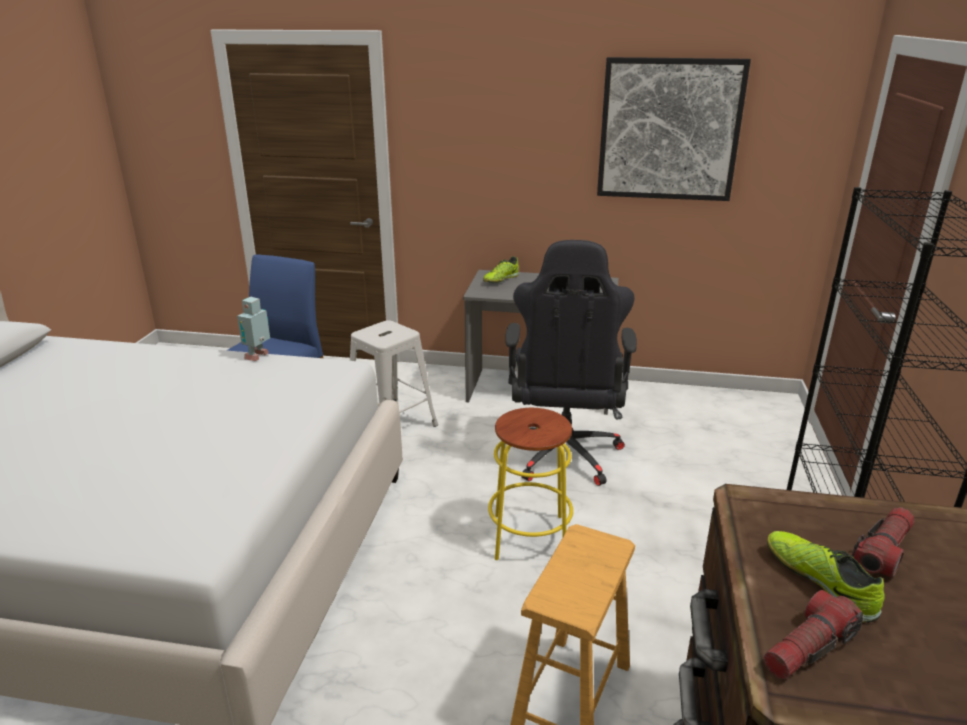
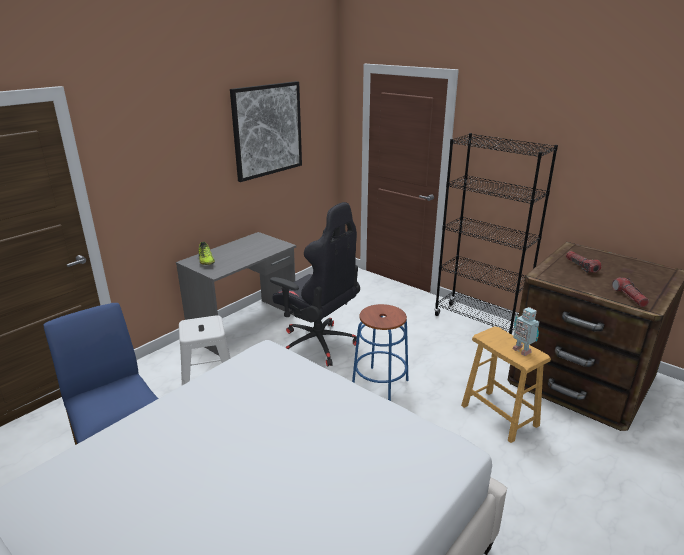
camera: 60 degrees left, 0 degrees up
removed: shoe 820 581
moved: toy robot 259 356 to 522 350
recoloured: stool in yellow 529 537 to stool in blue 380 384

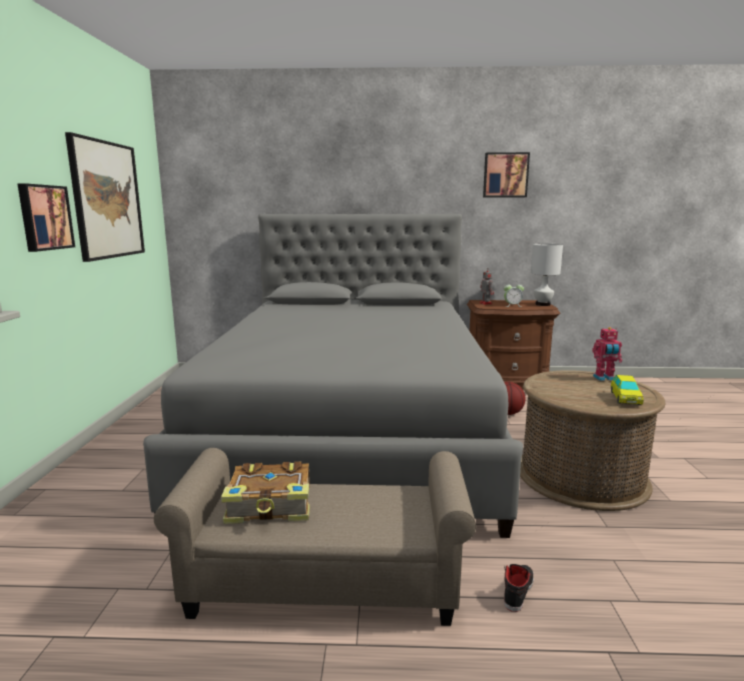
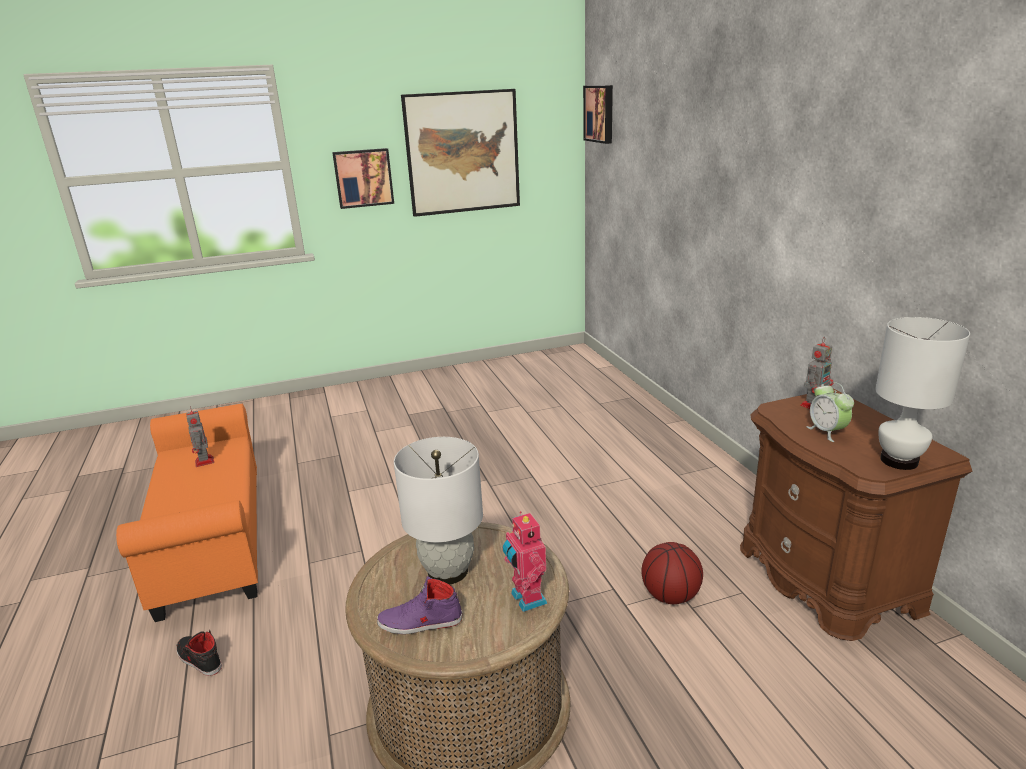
camera: 70 degrees right, 10 degrees up
removed: bed in grey 351 429
added: table lamp in white 447 571
moved: picture 505 175 to 600 113
replaced: book 271 505 to toy robot 204 462; toy car 625 398 to shoe in purple 420 622
recoloured: ottoman in beige 324 583 to ottoman in orange 213 543
turned: shoe in black 517 590 = 198 659 150 degrees counterclockwise

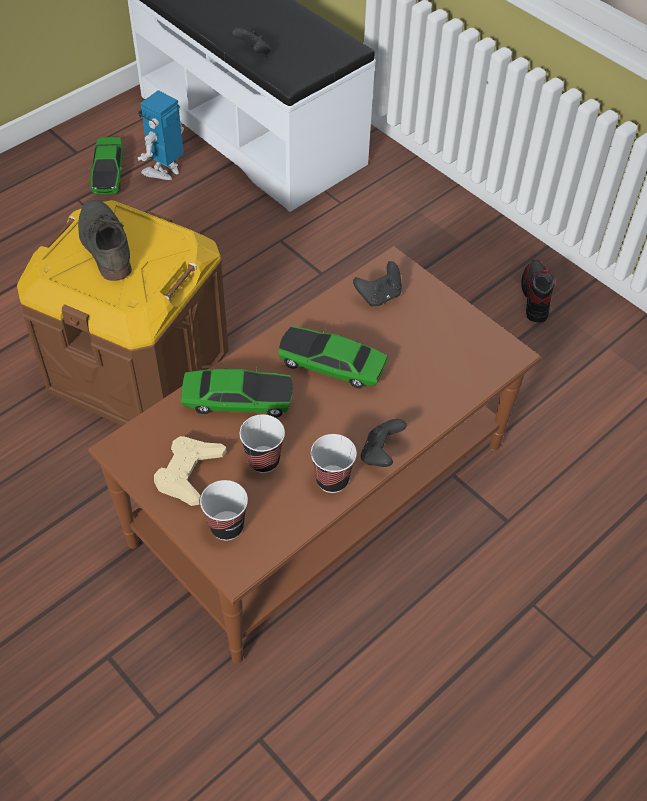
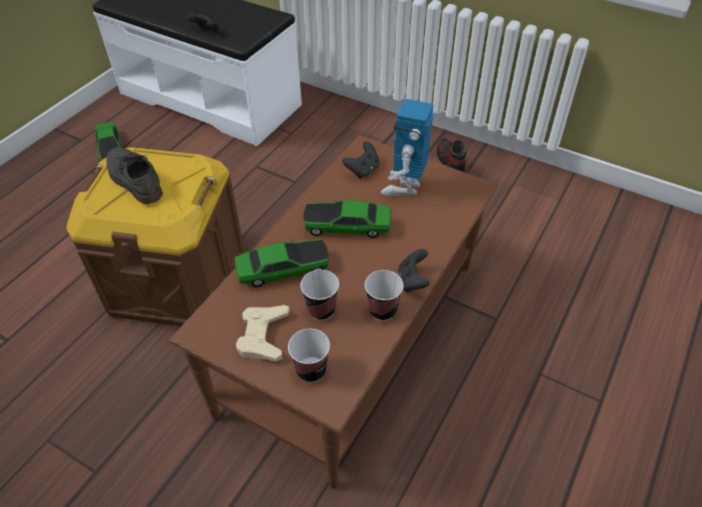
camera: 15 degrees left, 5 degrees down
moved: toy robot 165 171 to 404 186

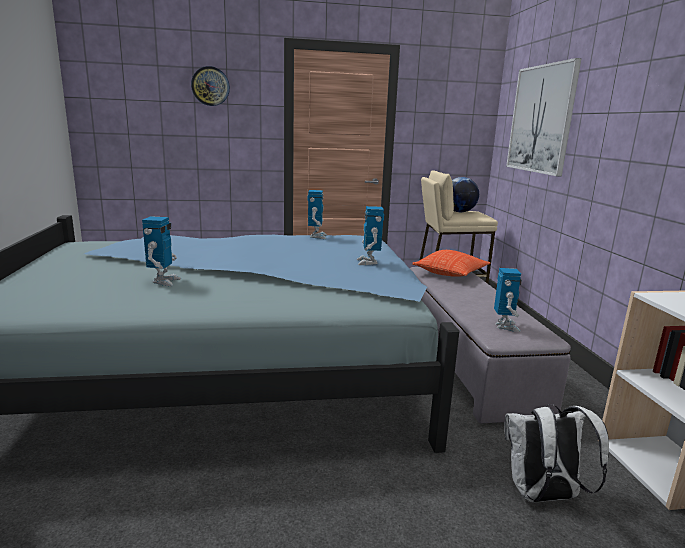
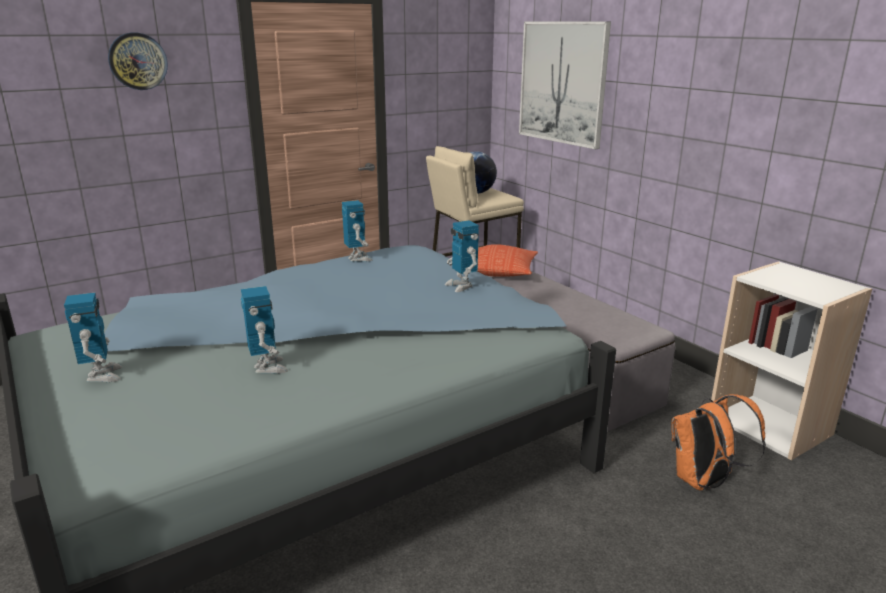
camera: 25 degrees left, 5 degrees up
moved: toy robot 505 326 to 102 376
recoloured: backpack in white 542 496 to backpack in orange 703 482

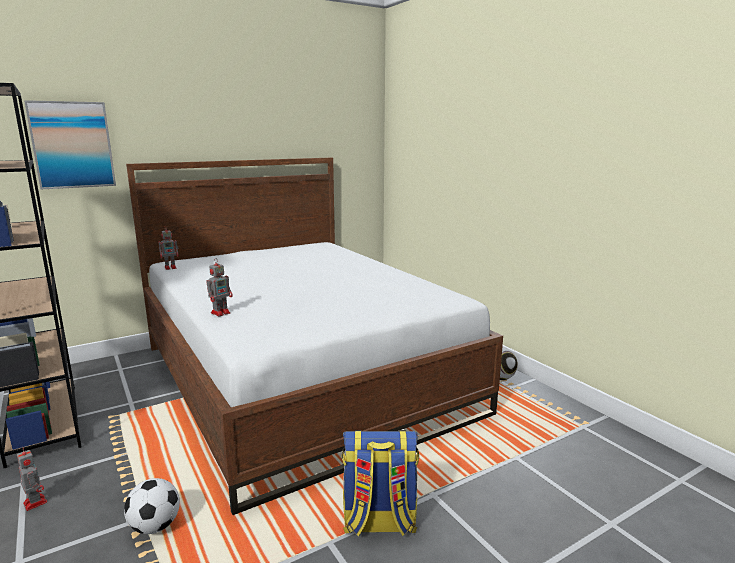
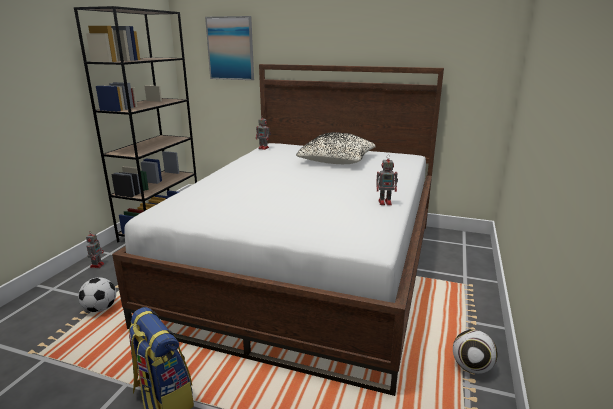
camera: 50 degrees right, 5 degrees up
added: pillow in beige 336 159
moved: toy robot 221 312 to 385 202

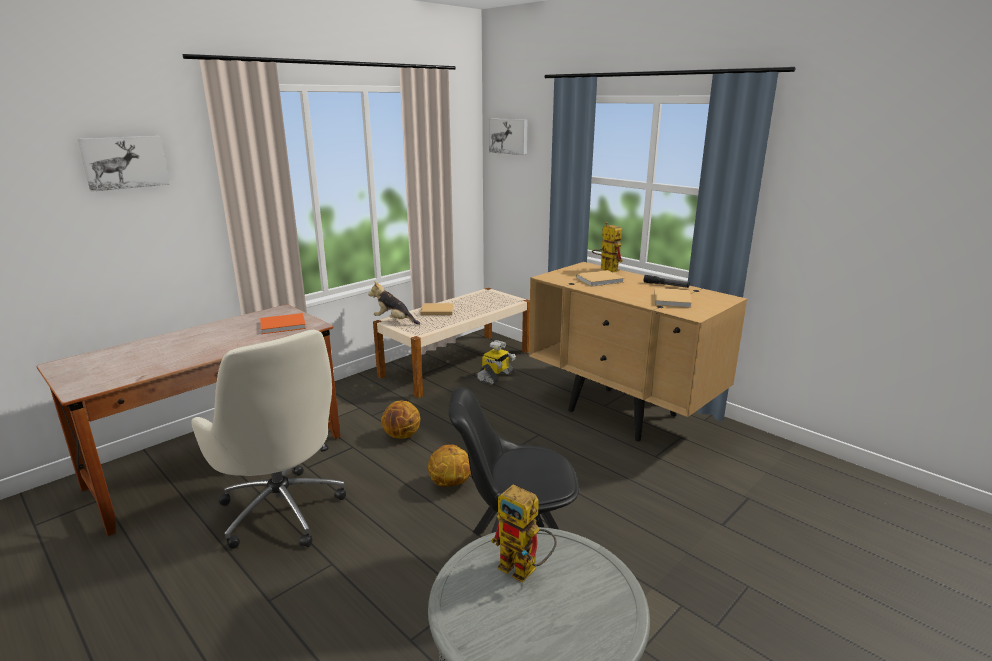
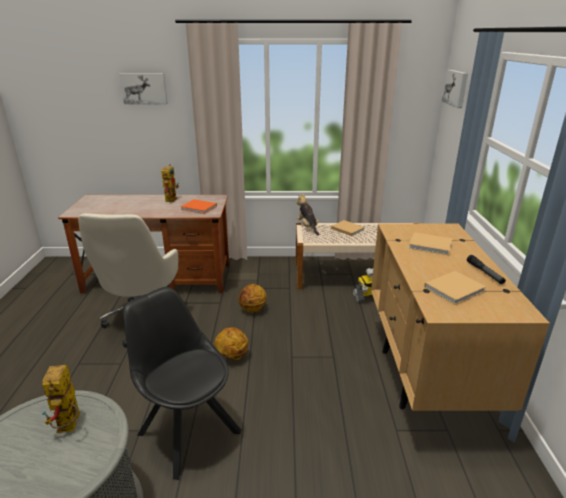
camera: 45 degrees right, 5 degrees up
moved: toy robot 605 269 to 171 199

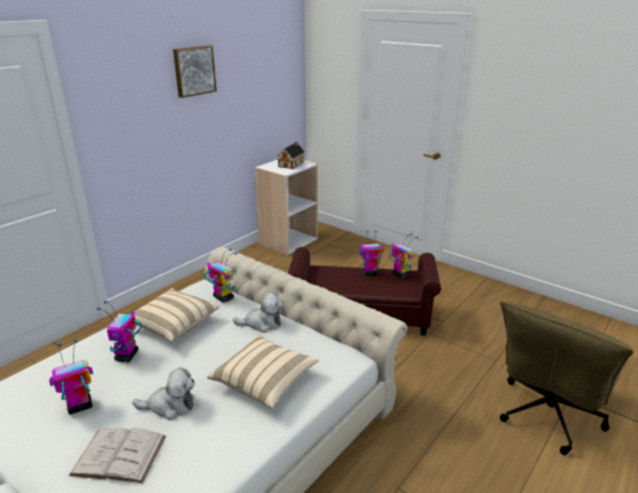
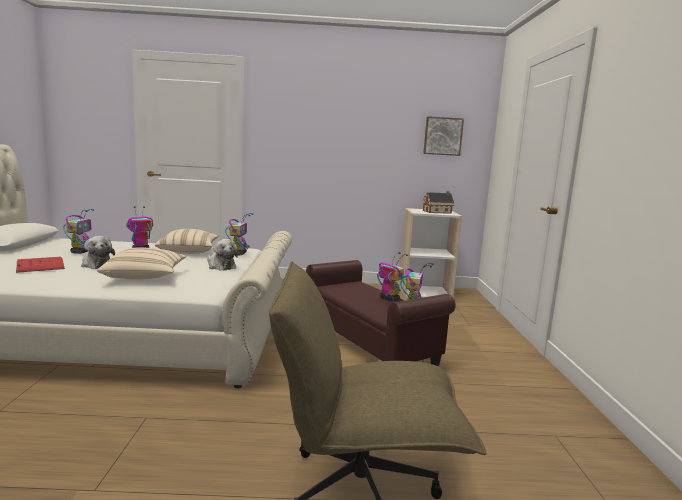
camera: 50 degrees right, 15 degrees down
moved: picture 194 71 to 442 136
recoloured: book in white 119 455 to book in red 40 265
turned: toy robot 79 406 = 81 252 75 degrees clockwise

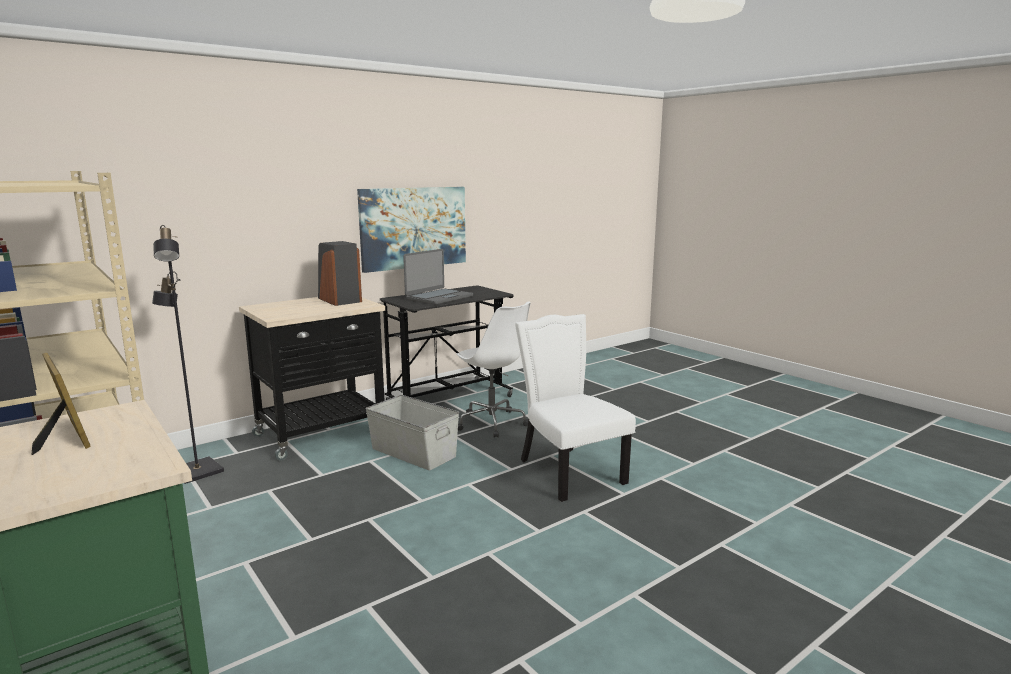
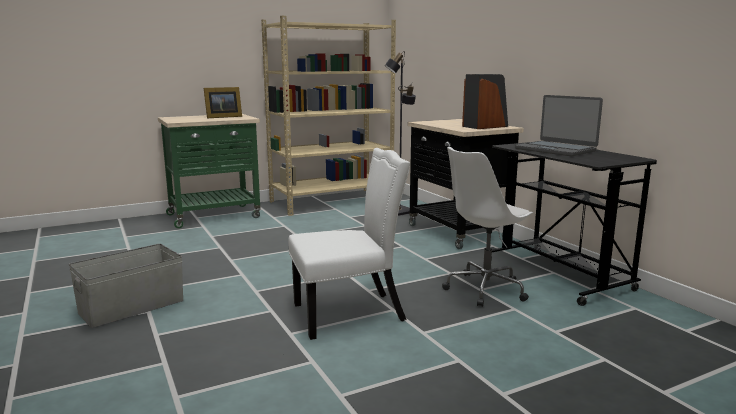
camera: 100 degrees right, 0 degrees up
removed: picture 413 227
moved: storage box in grey 413 452 to 132 307

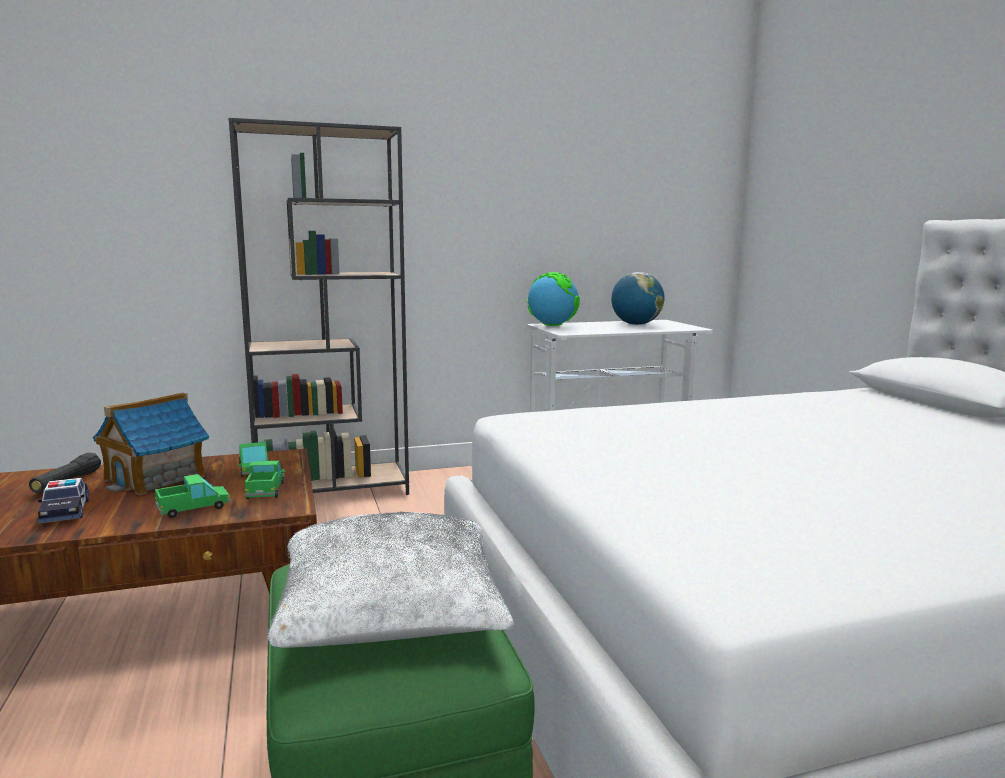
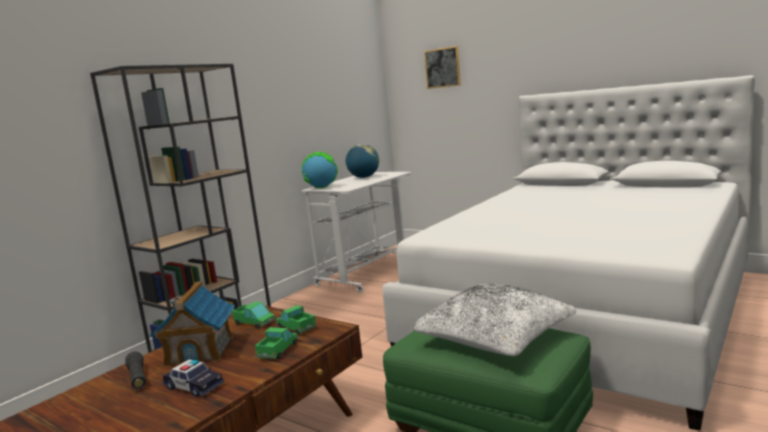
camera: 35 degrees left, 0 degrees up
added: picture 442 67

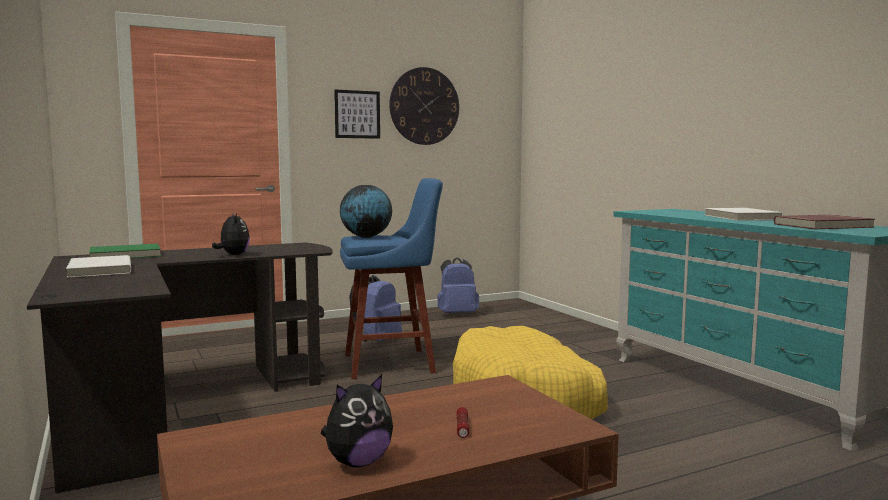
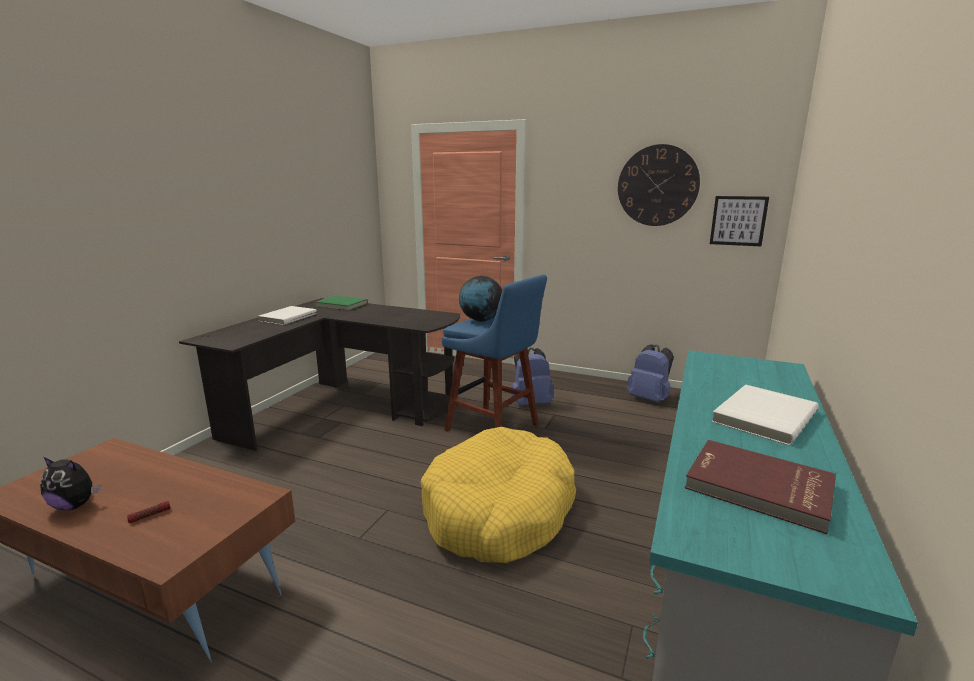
camera: 50 degrees right, 10 degrees up
removed: plush toy 233 255
moved: picture 357 114 to 738 221

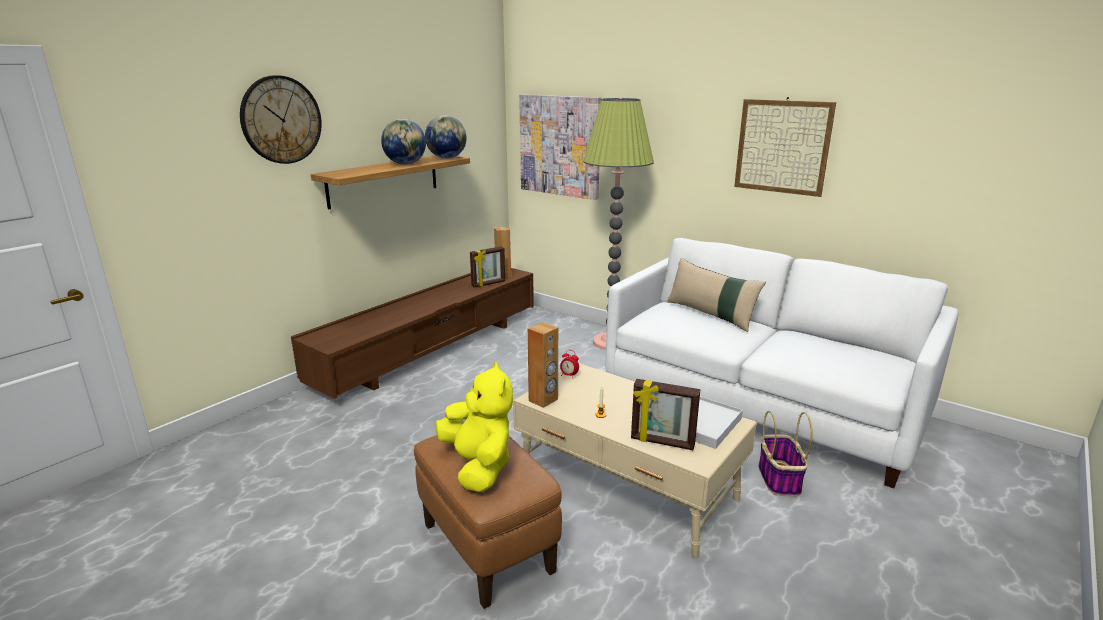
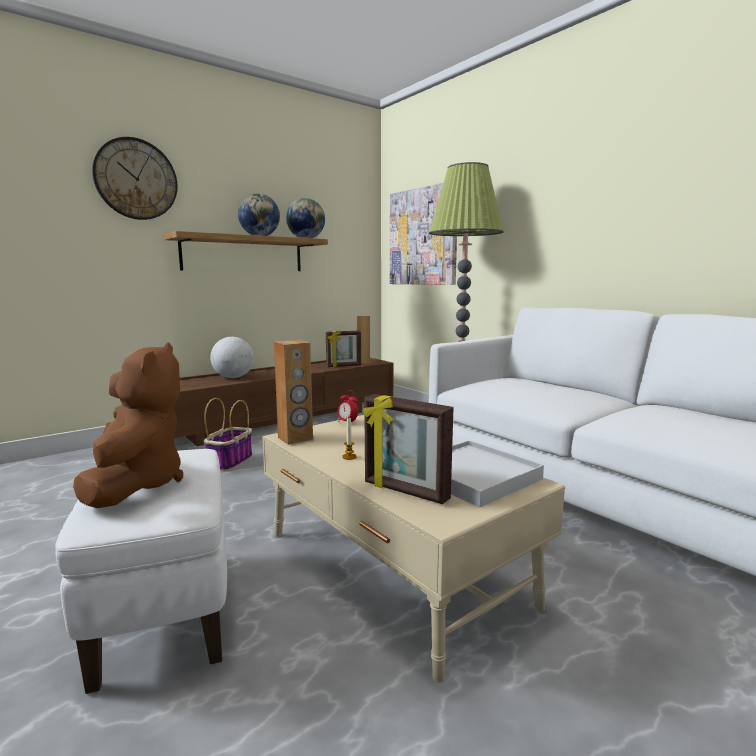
camera: 15 degrees right, 10 degrees down
removed: pillow in beige 711 315; picture 782 145
added: globe 233 377
moved: basket 778 478 to 230 461
recoloured: ottoman in brown 488 548 to ottoman in white 165 612; plush toy in yellow 478 466 to plush toy in brown 136 484

